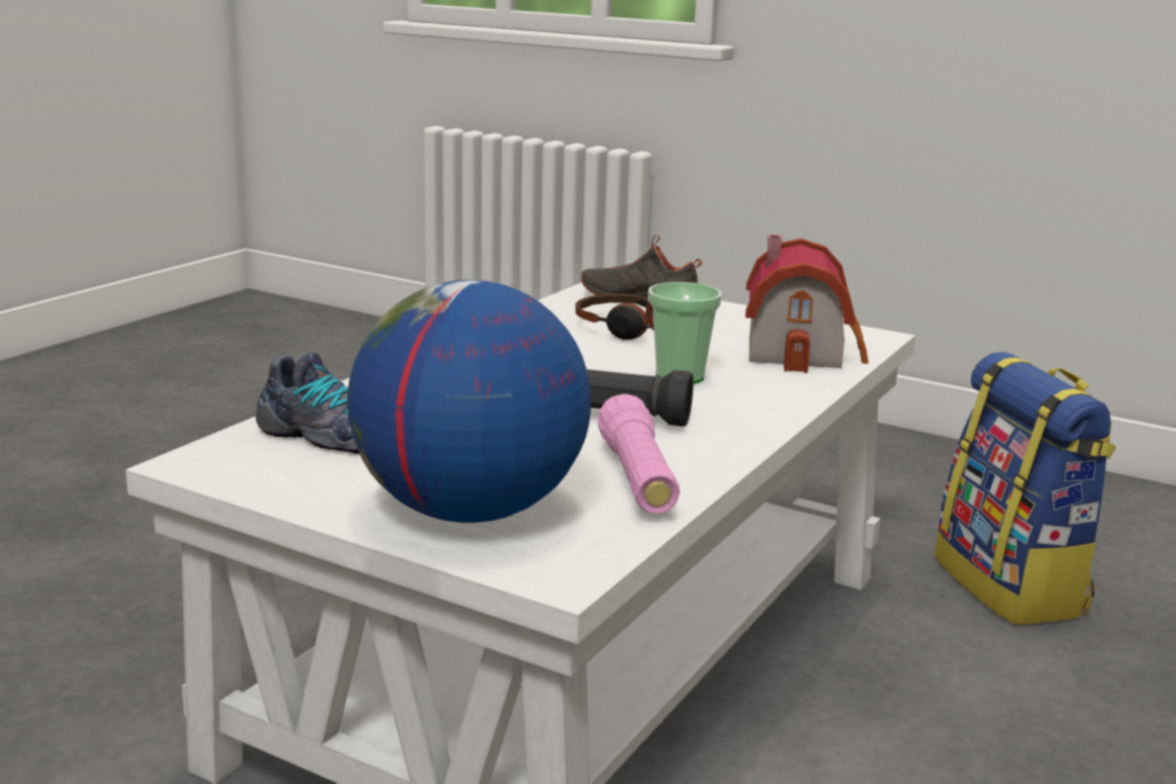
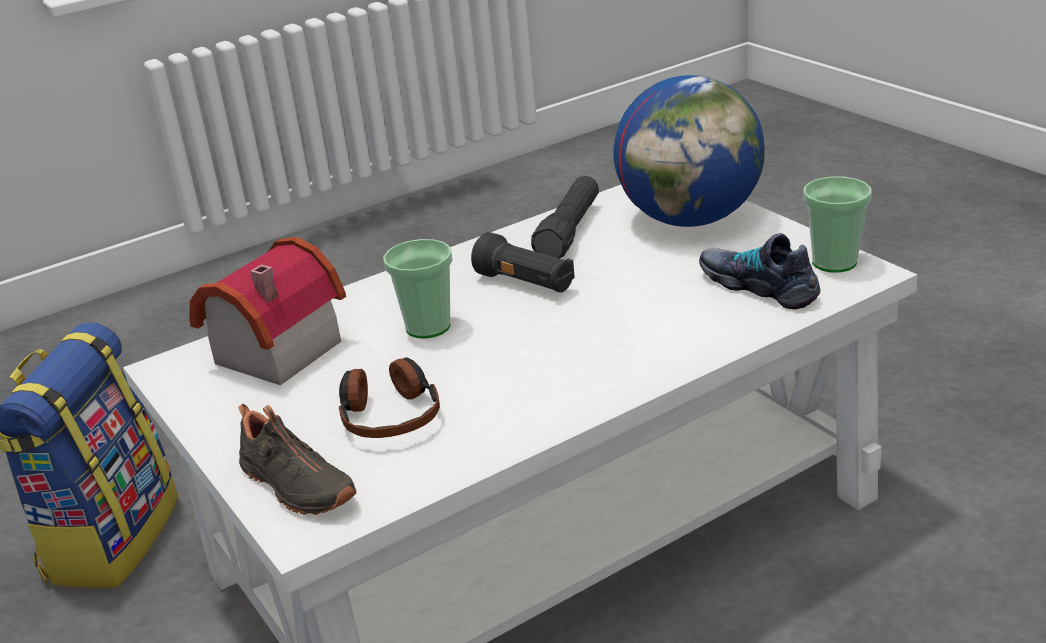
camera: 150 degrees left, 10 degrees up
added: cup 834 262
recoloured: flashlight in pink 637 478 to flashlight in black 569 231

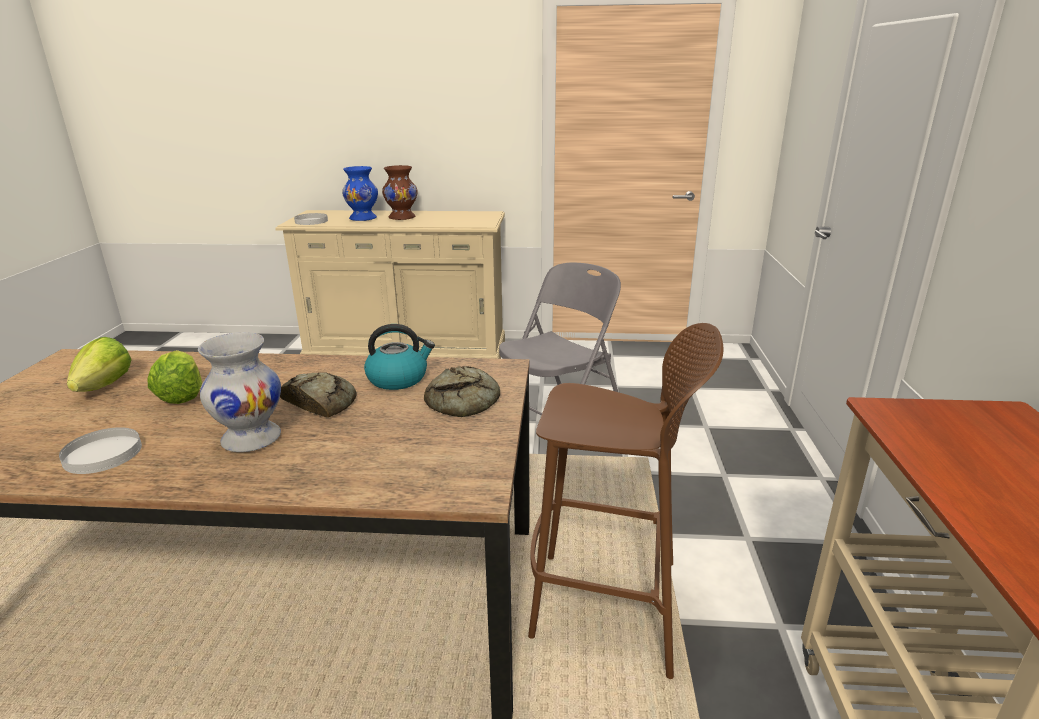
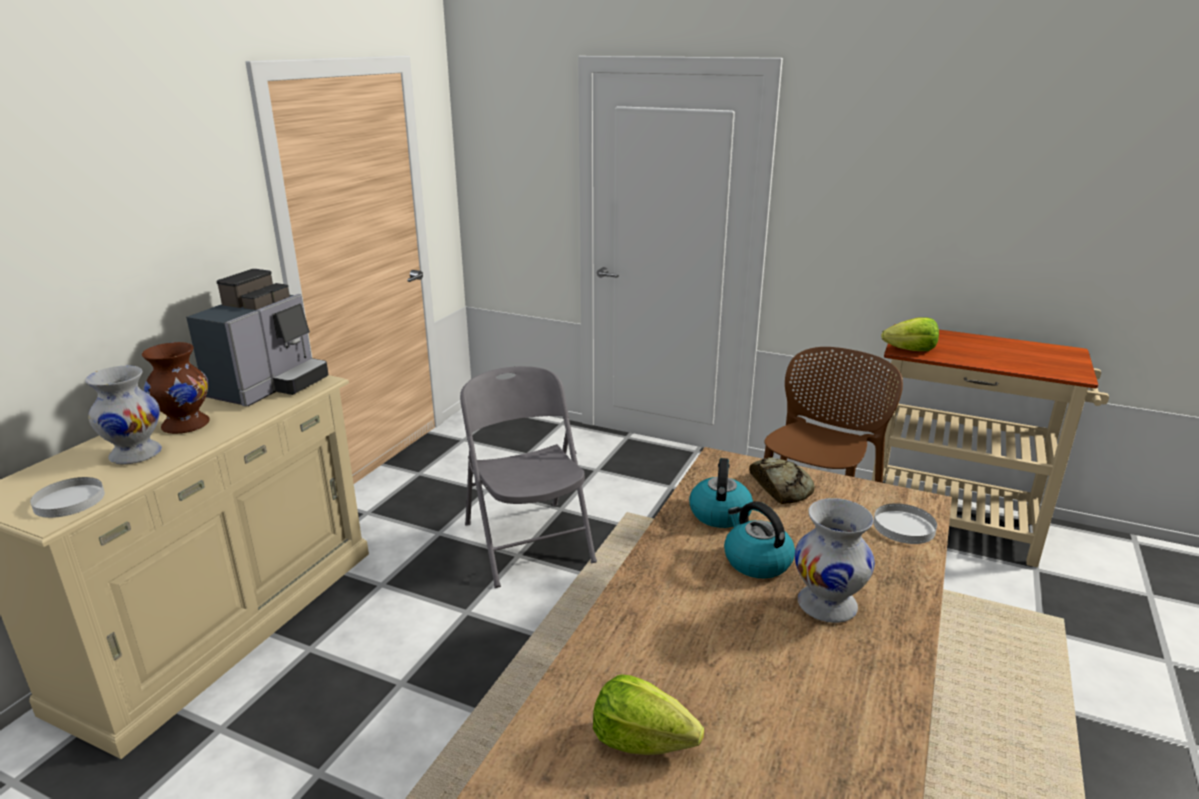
camera: 70 degrees left, 0 degrees up
added: coffee machine 270 386
moved: plate in white 102 454 to 904 527; lettuce 181 395 to 910 350
replaced: bread 320 401 to kettle 756 561
recoloured: vase in blue 362 218 to vase in white 135 455

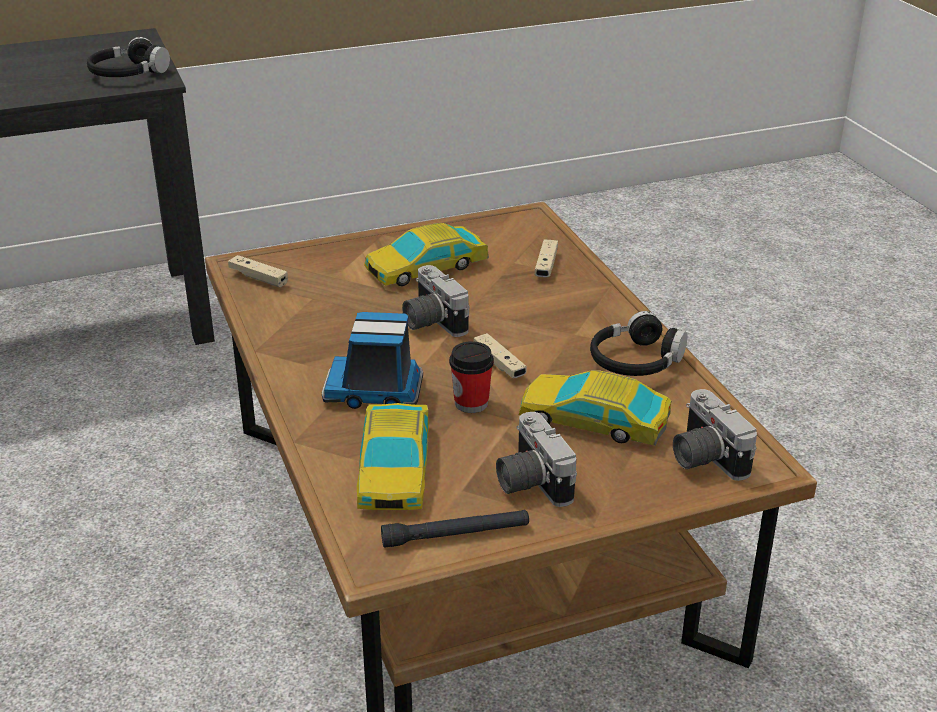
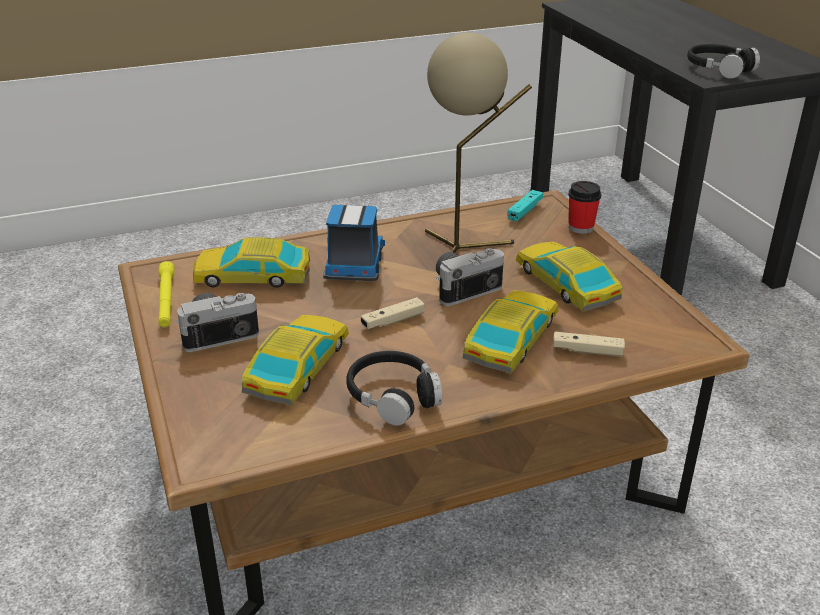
camera: 90 degrees right, 0 degrees up
removed: photo camera 703 458
added: table lamp in beige 464 247; toy car 511 339
moved: cup 471 403 to 581 228
recoloured: game controller in beige 258 278 to game controller in turquoise 525 211; flashlight in black 455 535 to flashlight in yellow 166 301

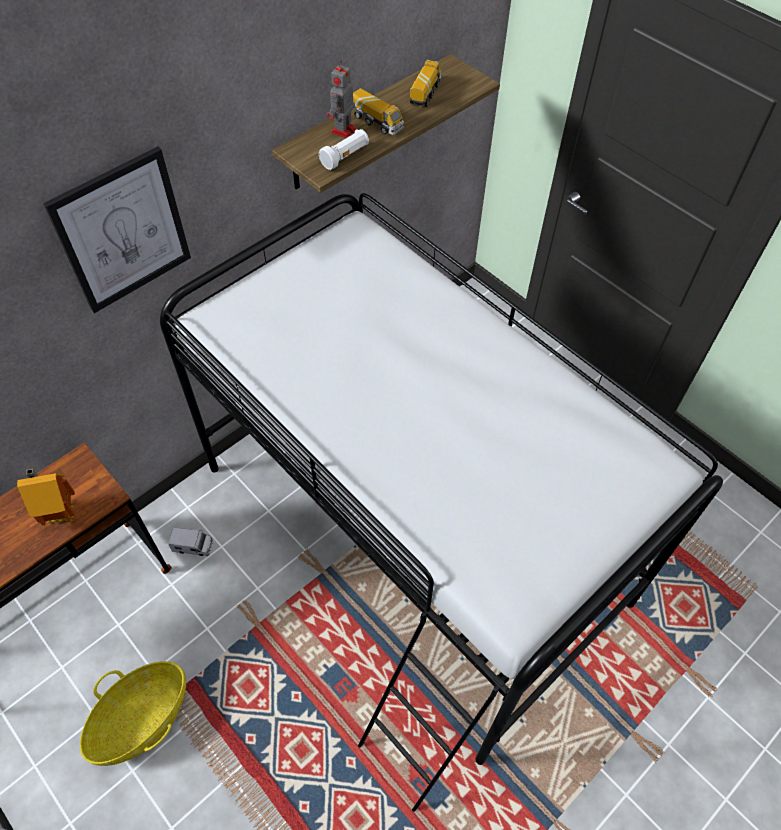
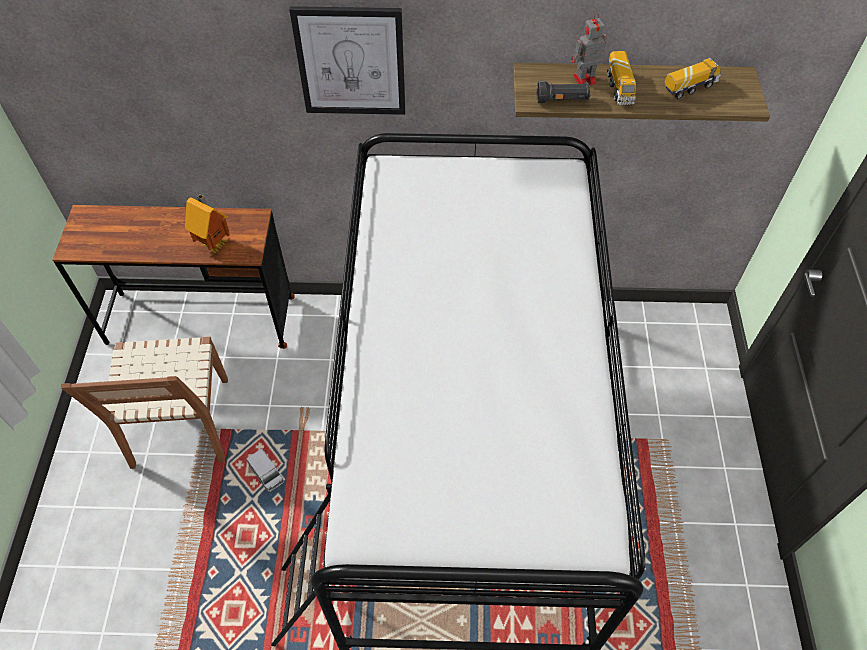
camera: 45 degrees right, 0 degrees up
moved: toy truck 193 546 to 267 474
replaced: basket 142 719 to chair 181 428
recoloured: flashlight in white 345 157 to flashlight in black 562 100

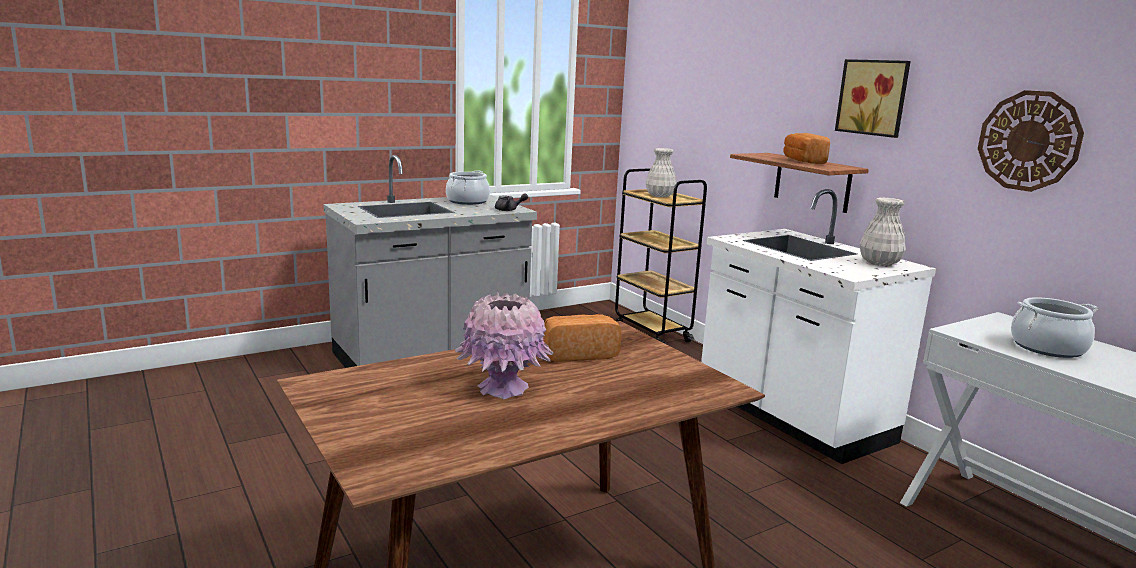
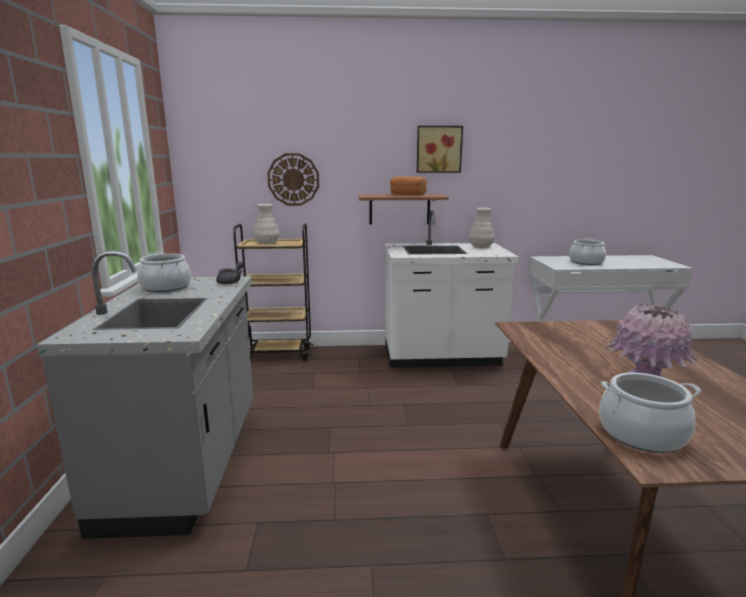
camera: 60 degrees left, 0 degrees up
removed: bread 578 353
added: cooking pot 641 434
moved: wall clock 1029 141 to 293 179

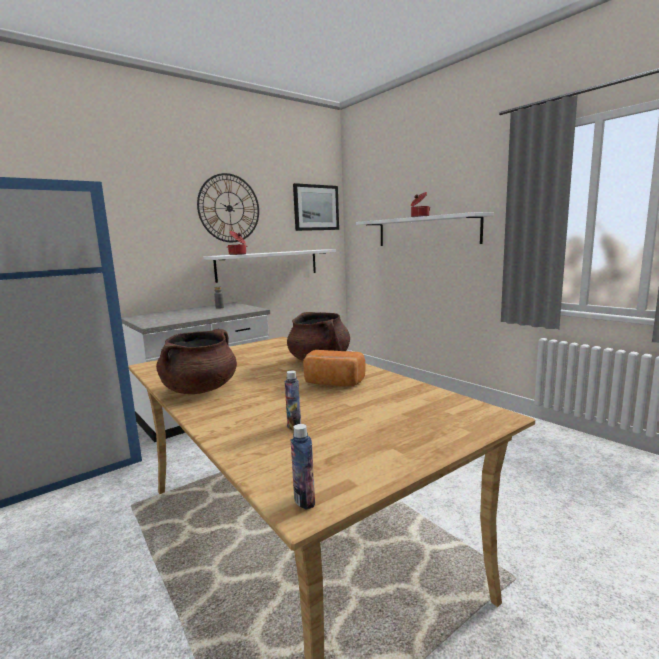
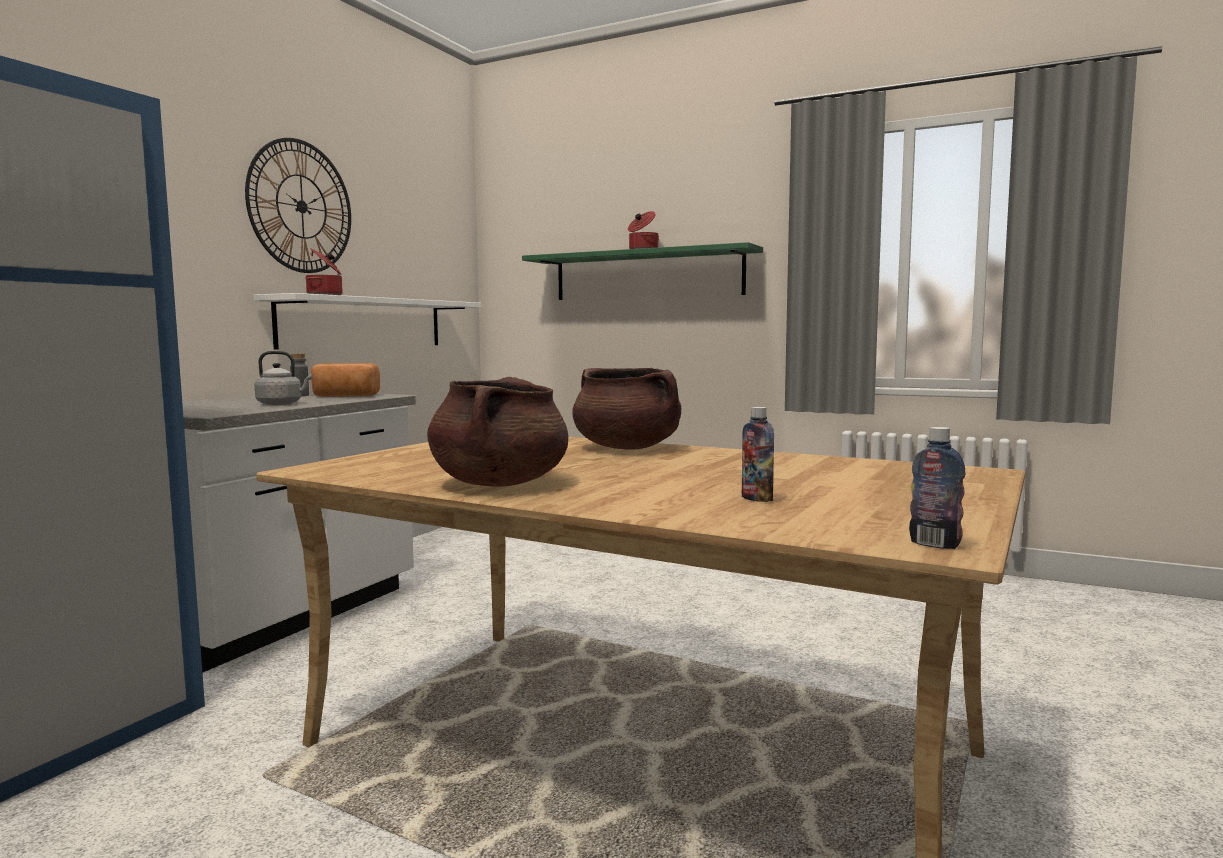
camera: 25 degrees left, 5 degrees down
removed: picture 316 207
added: kettle in grey 282 404
moved: bread 333 383 to 345 396
recoloured: shelf in white 426 231 to shelf in green 647 275

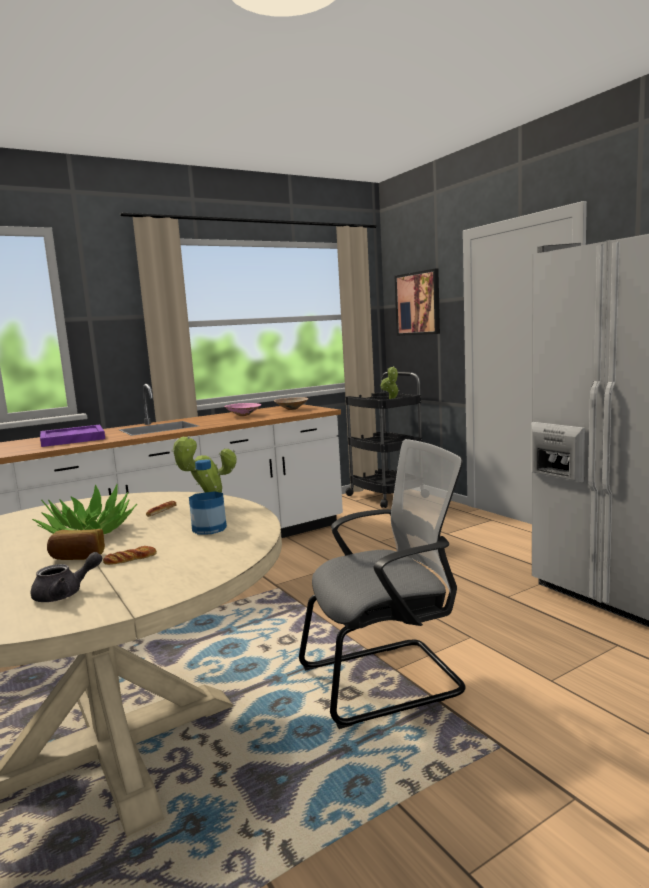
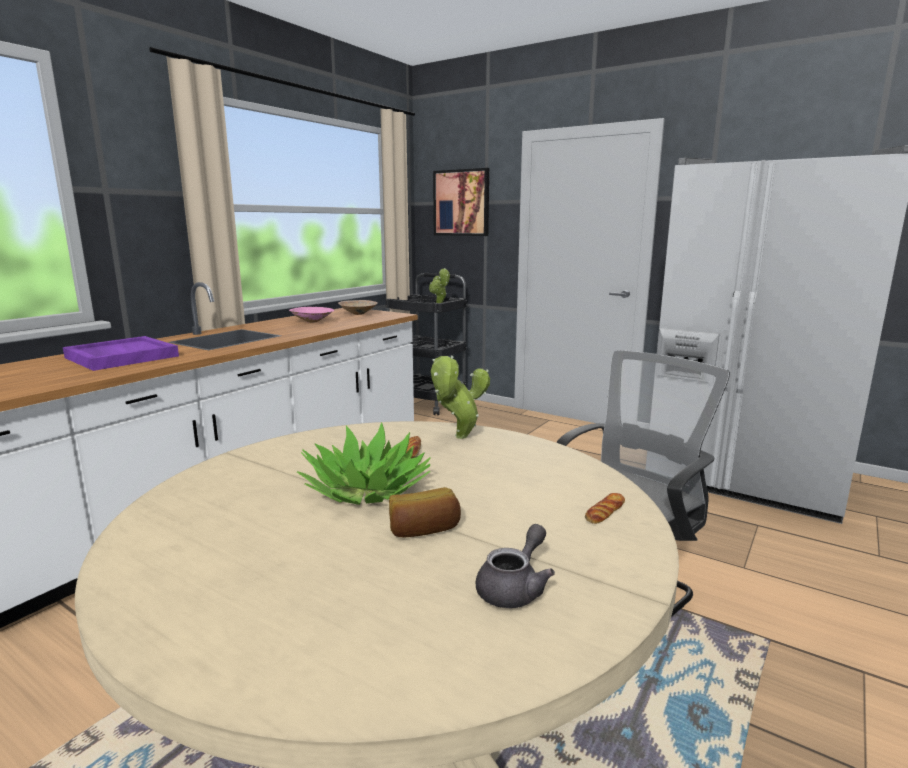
camera: 25 degrees left, 5 degrees up
removed: bottle 209 529
moved: bread 130 559 to 605 512

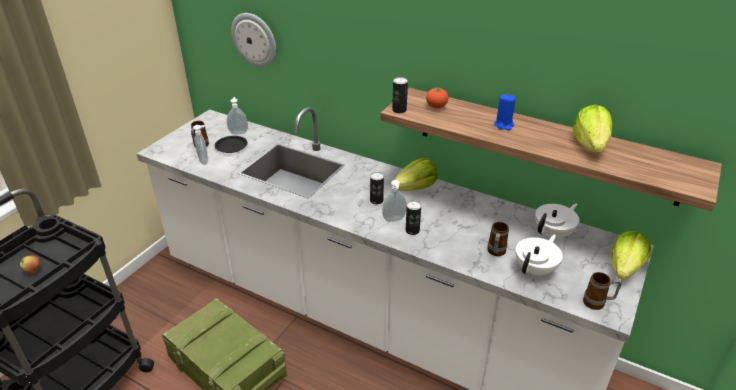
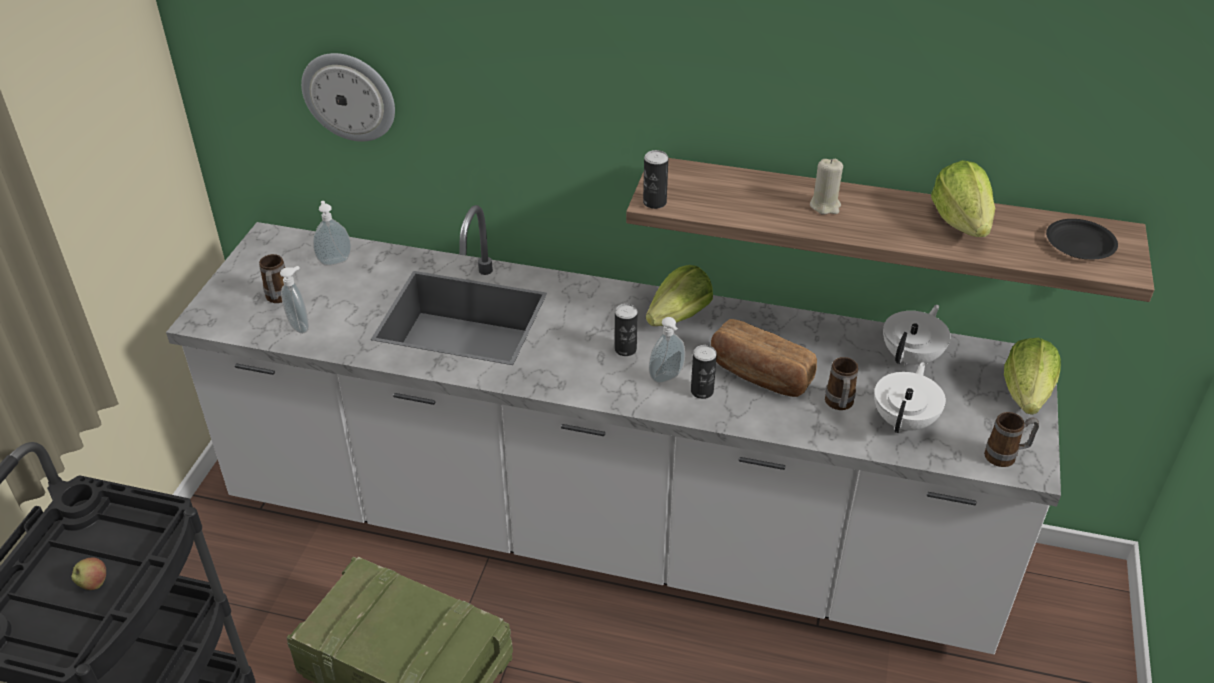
camera: 15 degrees left, 5 degrees up
removed: tomato 436 107
added: bread 759 375
moved: plate in black 231 147 to 1080 244
recoloured: candle in blue 504 125 to candle in beige 825 205

